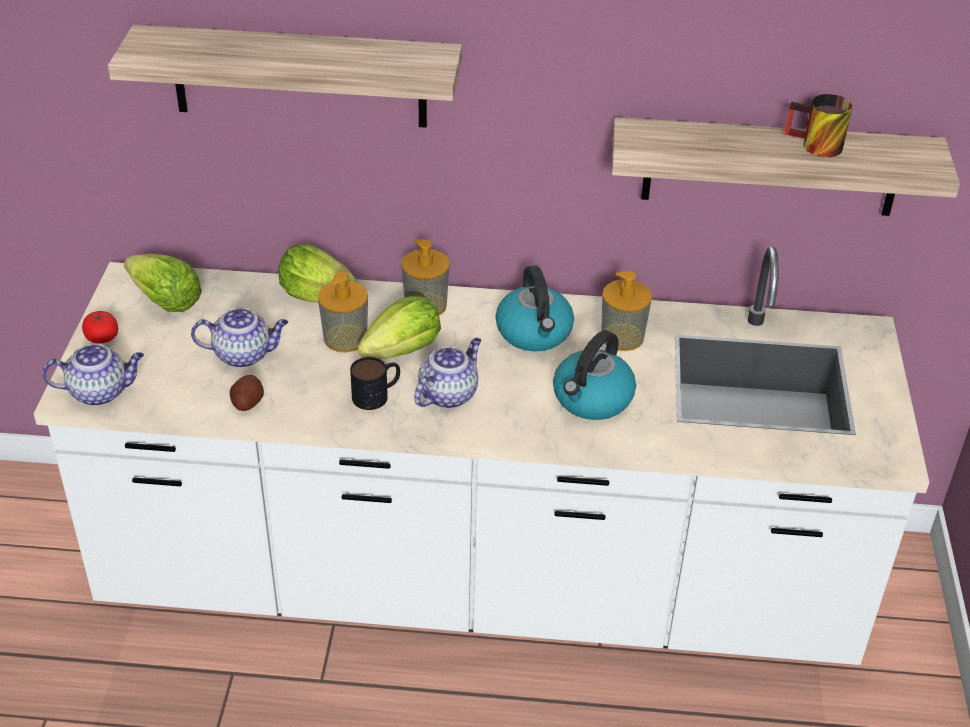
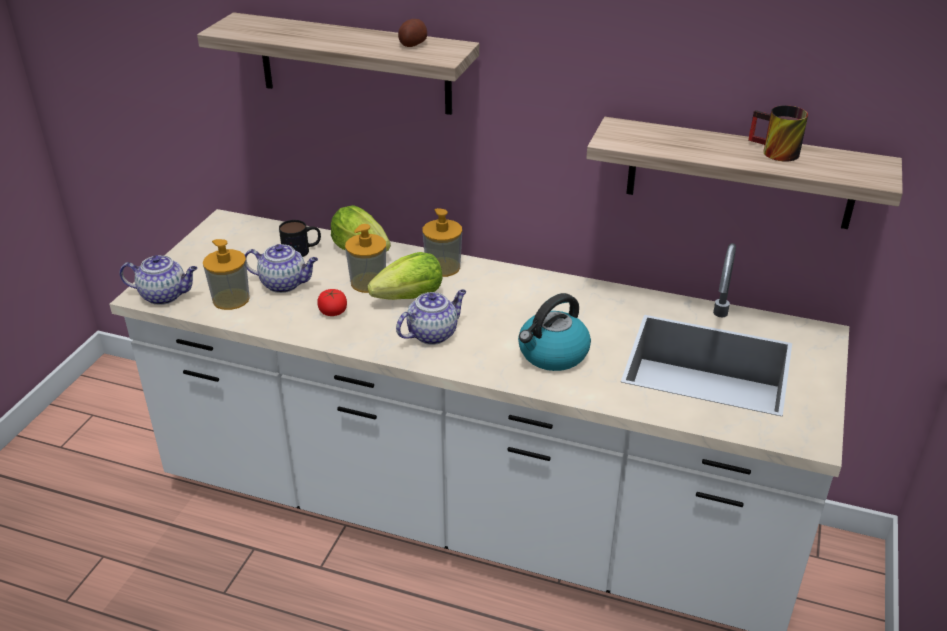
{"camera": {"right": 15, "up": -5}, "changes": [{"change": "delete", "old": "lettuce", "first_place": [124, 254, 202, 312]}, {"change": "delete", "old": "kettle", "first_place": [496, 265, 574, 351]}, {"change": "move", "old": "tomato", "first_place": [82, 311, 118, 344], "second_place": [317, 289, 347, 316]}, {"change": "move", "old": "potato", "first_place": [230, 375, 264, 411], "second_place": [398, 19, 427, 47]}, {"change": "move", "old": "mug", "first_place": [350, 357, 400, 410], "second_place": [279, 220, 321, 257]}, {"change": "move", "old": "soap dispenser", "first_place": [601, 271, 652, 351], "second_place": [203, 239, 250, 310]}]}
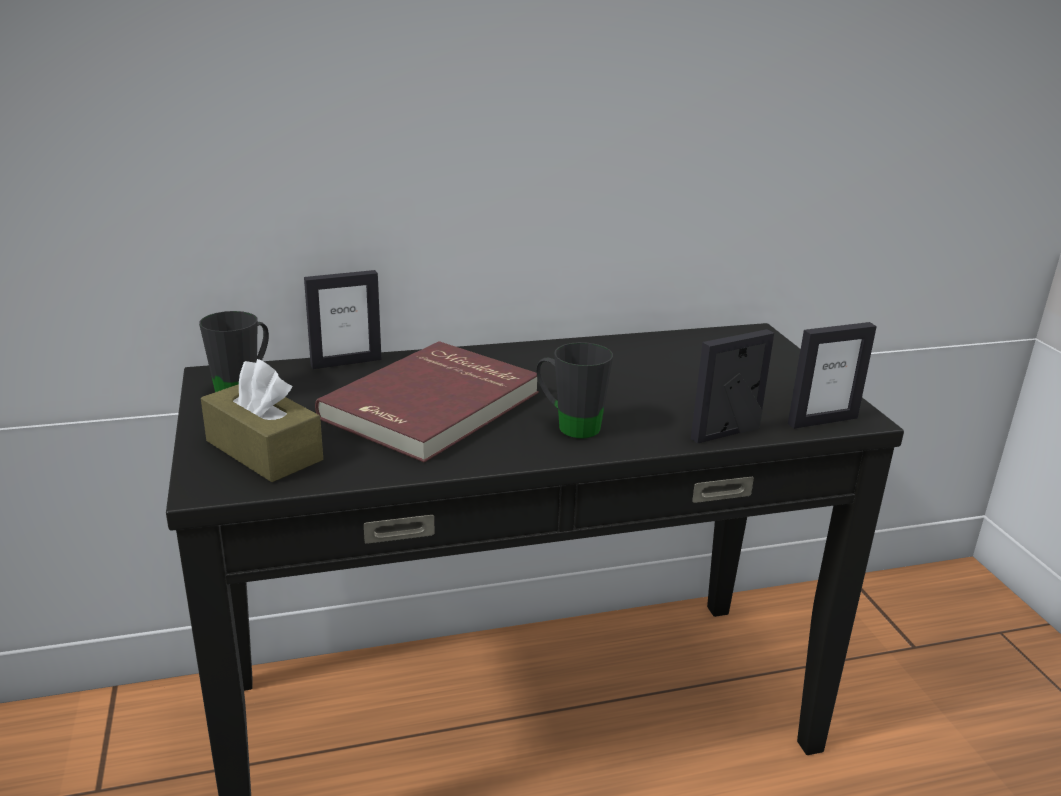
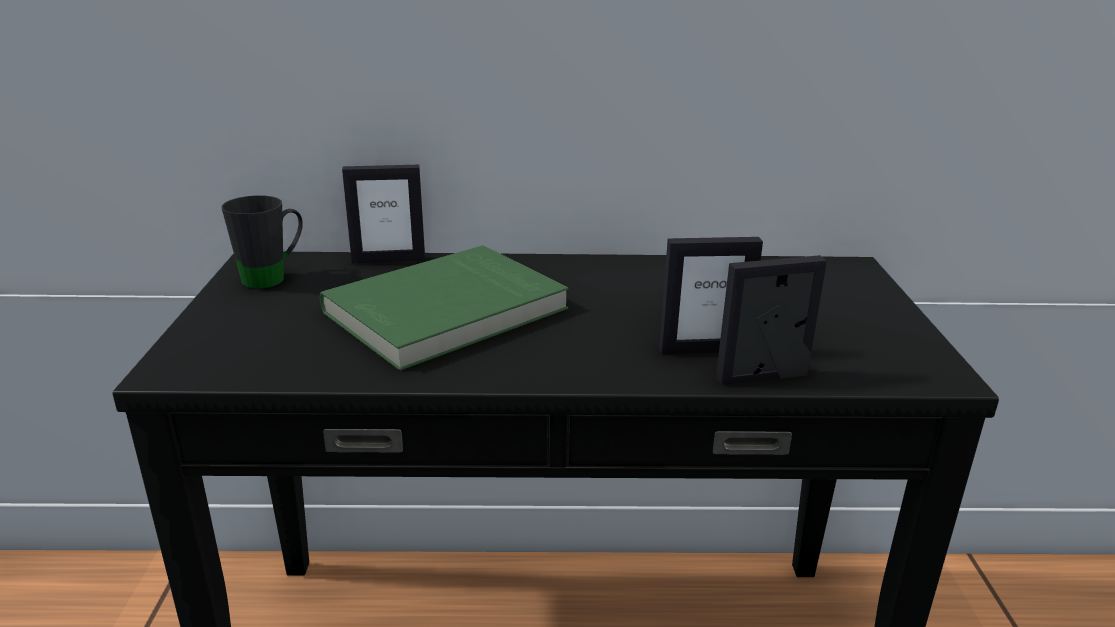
{"camera": {"right": 15, "up": 0}, "changes": [{"change": "delete", "old": "brown tissue box", "first_place": [201, 359, 323, 482]}, {"change": "delete", "old": "black mug", "first_place": [537, 342, 613, 439]}, {"change": "move", "old": "picture frame", "first_place": [788, 322, 877, 429], "second_place": [659, 237, 763, 354]}, {"change": "recolor", "old": "red book", "new": "green book", "first_place": [315, 341, 539, 462], "second_place": [320, 245, 569, 371]}]}
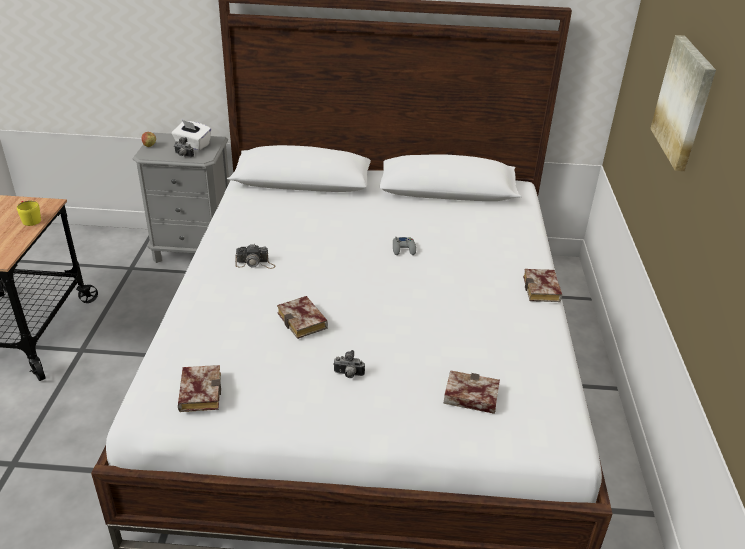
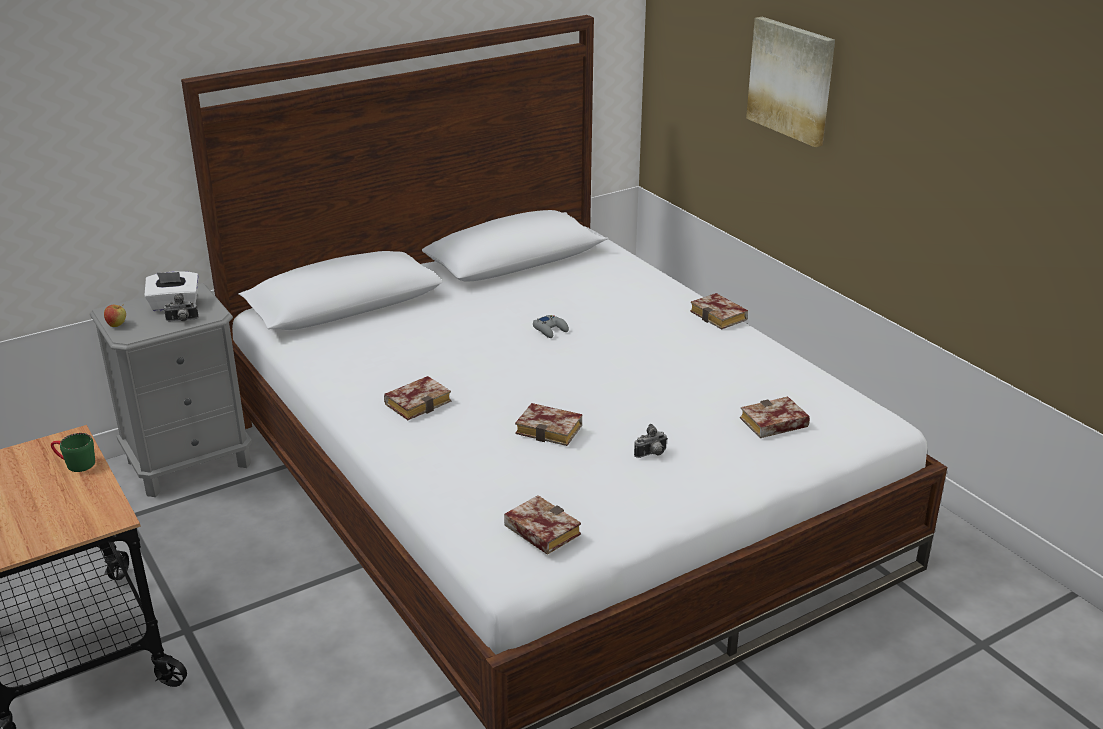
{"camera": {"right": -35, "up": -5}, "changes": [{"change": "replace", "old": "photo camera", "new": "book", "first_place": [235, 244, 275, 269], "second_place": [384, 376, 451, 420]}, {"change": "recolor", "old": "yellow mug", "new": "green mug", "first_place": [17, 200, 41, 226], "second_place": [51, 433, 95, 472]}]}
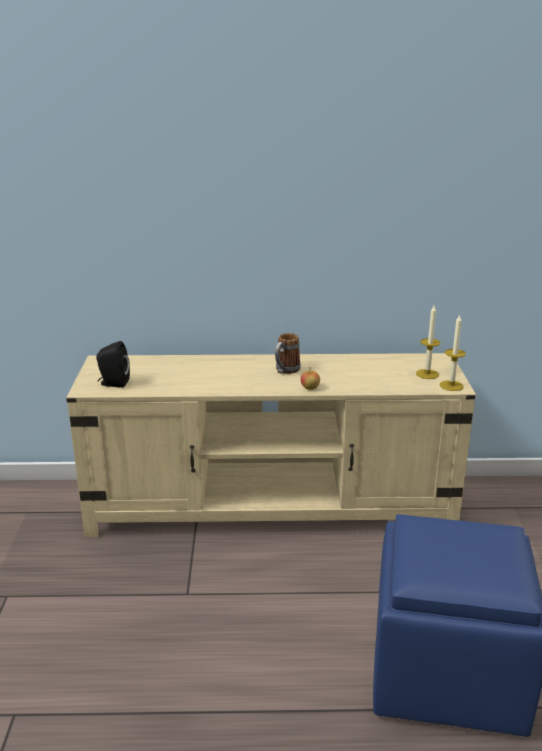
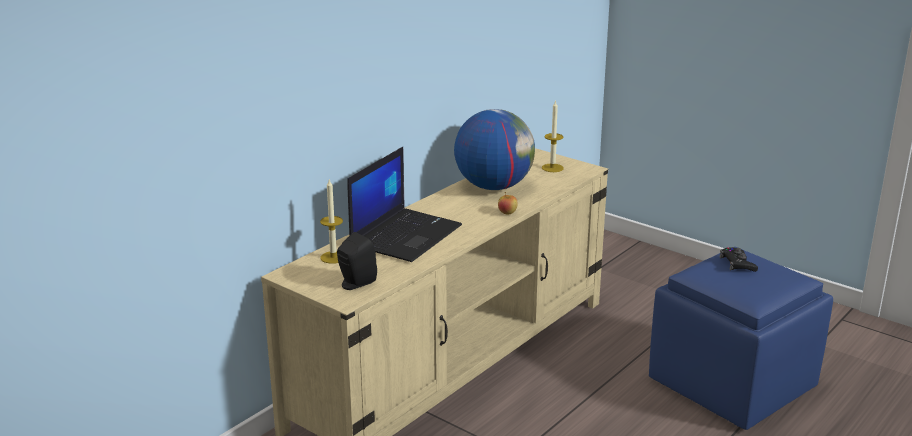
{"camera": {"right": -50, "up": 0}, "changes": [{"change": "delete", "old": "mug", "first_place": [275, 333, 301, 374]}, {"change": "insert", "new": "laptop", "second_place": [347, 147, 462, 262]}, {"change": "insert", "new": "globe", "second_place": [454, 109, 535, 190]}, {"change": "insert", "new": "black game controller", "second_place": [720, 247, 758, 272]}, {"change": "move", "old": "candle", "first_place": [440, 314, 466, 391], "second_place": [320, 179, 343, 264]}]}
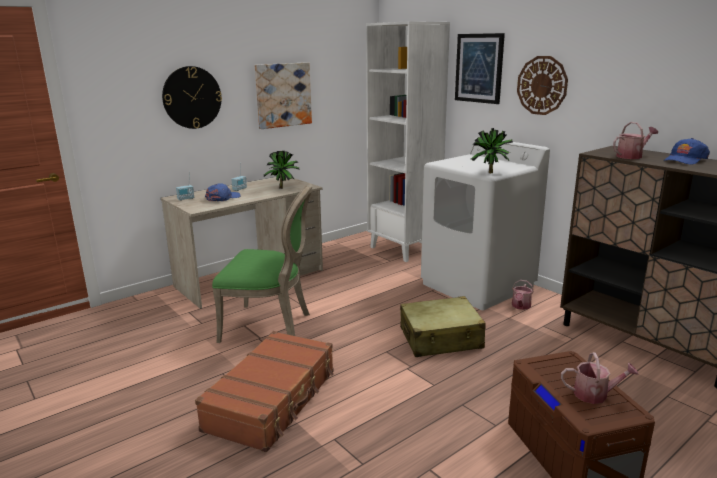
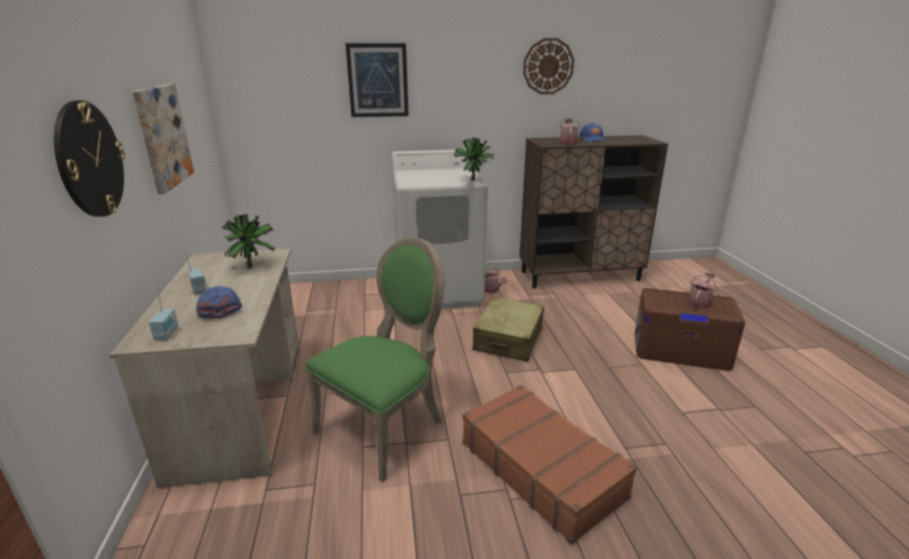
{"camera": {"right": -60, "up": 5}, "changes": [{"change": "delete", "old": "white bookcase", "first_place": [366, 21, 450, 262]}, {"change": "move", "old": "wall clock", "first_place": [517, 56, 568, 115], "second_place": [523, 38, 574, 94]}]}
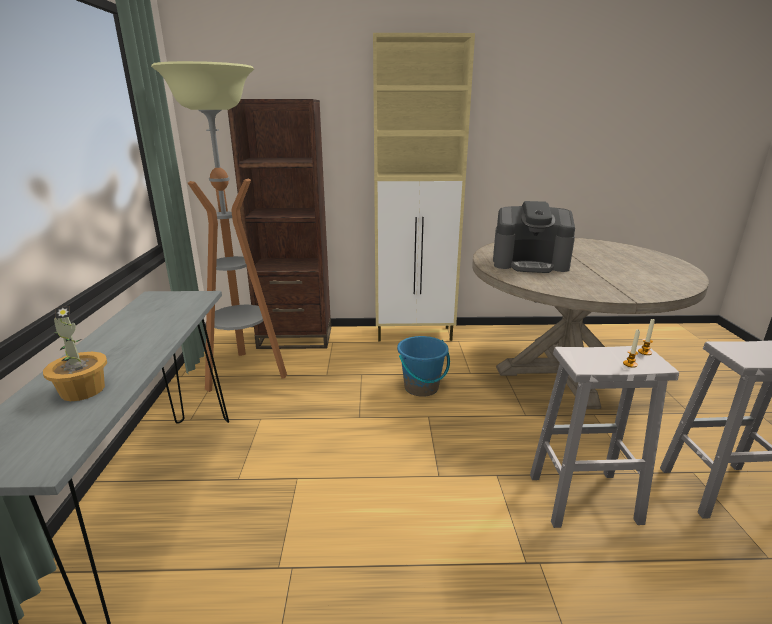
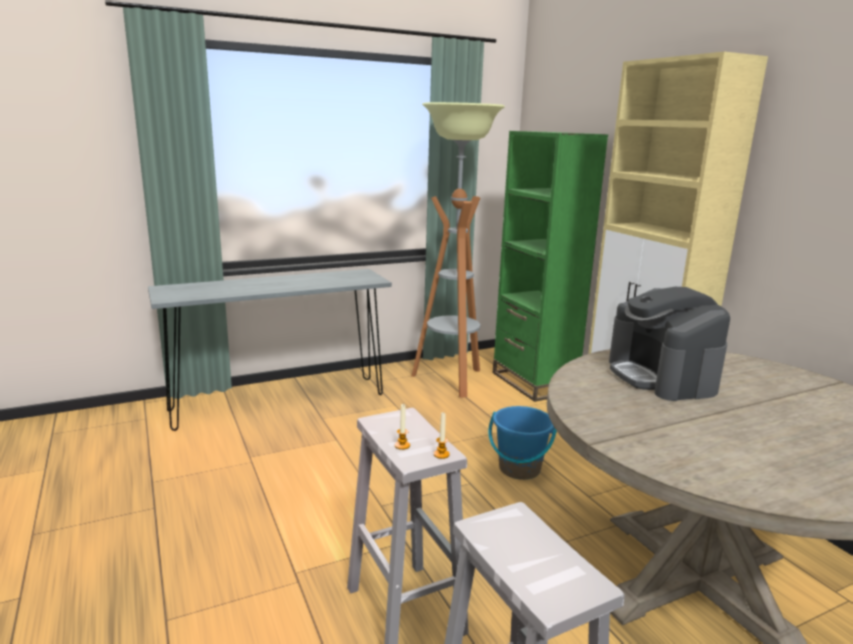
{"camera": {"right": 65, "up": -5}, "changes": [{"change": "delete", "old": "potted plant", "first_place": [43, 306, 107, 401]}, {"change": "recolor", "old": "brown bookcase", "new": "green bookcase", "first_place": [228, 99, 331, 349], "second_place": [493, 131, 608, 402]}]}
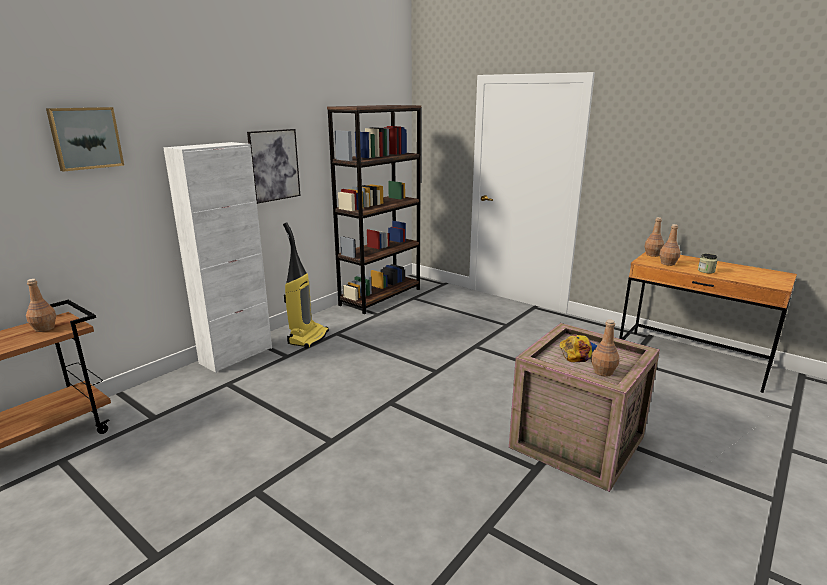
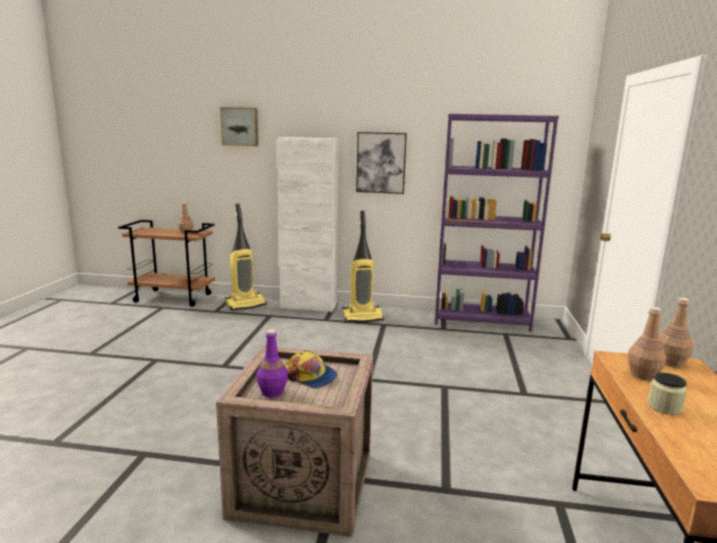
{"camera": {"right": 60, "up": -5}, "changes": [{"change": "insert", "new": "vacuum cleaner", "second_place": [225, 203, 267, 311]}, {"change": "recolor", "old": "brown bookcase", "new": "purple bookcase", "first_place": [327, 105, 421, 314], "second_place": [435, 114, 559, 332]}, {"change": "recolor", "old": "brown bottle", "new": "purple bottle", "first_place": [591, 319, 620, 377], "second_place": [257, 329, 288, 397]}]}
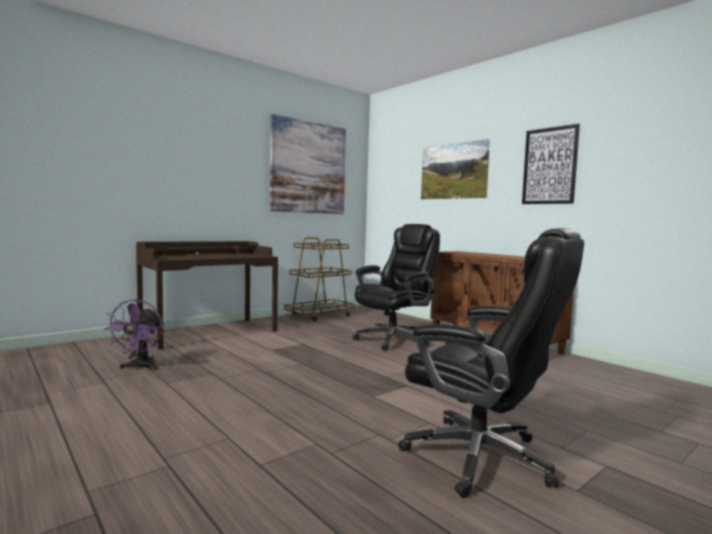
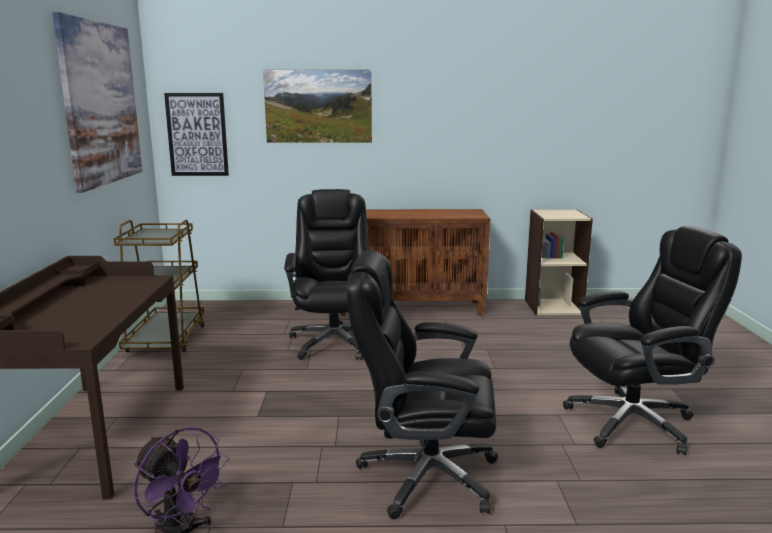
{"camera": {"right": -50, "up": 10}, "changes": [{"change": "insert", "new": "black office chair", "second_place": [346, 250, 498, 519]}, {"change": "insert", "new": "beige bookcase", "second_place": [525, 209, 593, 315]}, {"change": "move", "old": "picture", "first_place": [522, 124, 580, 204], "second_place": [164, 93, 229, 176]}]}
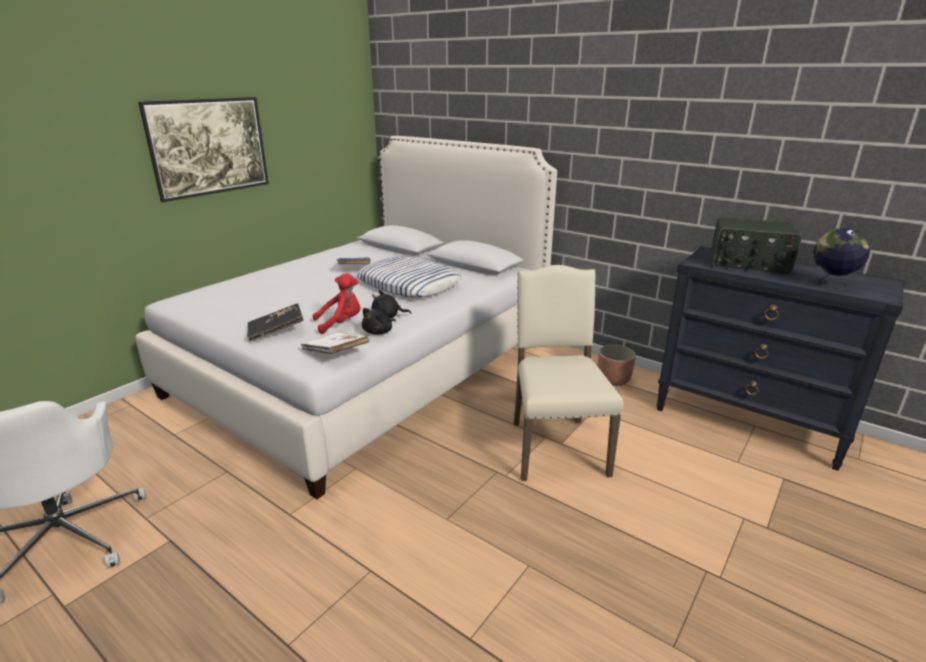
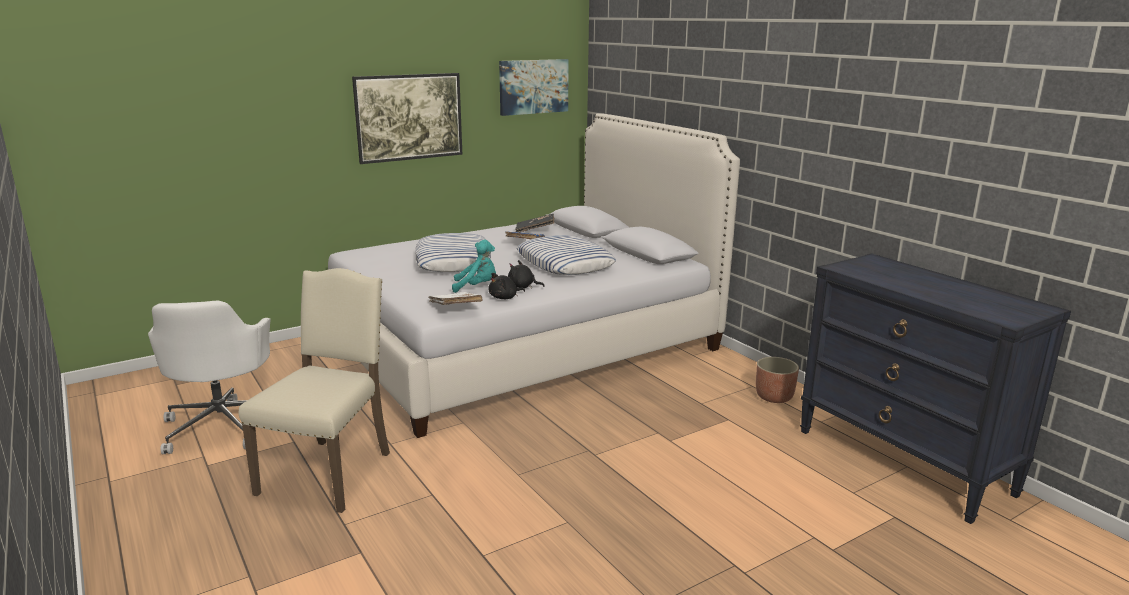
{"camera": {"right": 20, "up": -5}, "changes": [{"change": "delete", "old": "radio", "first_place": [711, 217, 802, 275]}, {"change": "delete", "old": "globe", "first_place": [813, 228, 870, 290]}, {"change": "insert", "new": "pillow", "second_place": [415, 233, 491, 272]}, {"change": "insert", "new": "picture", "second_place": [499, 59, 569, 116]}, {"change": "move", "old": "black book", "first_place": [247, 303, 304, 342], "second_place": [515, 214, 554, 232]}, {"change": "move", "old": "beige chair", "first_place": [514, 265, 624, 481], "second_place": [239, 268, 390, 513]}, {"change": "recolor", "old": "red plush toy", "new": "turquoise plush toy", "first_place": [313, 273, 360, 334], "second_place": [452, 240, 496, 293]}]}
